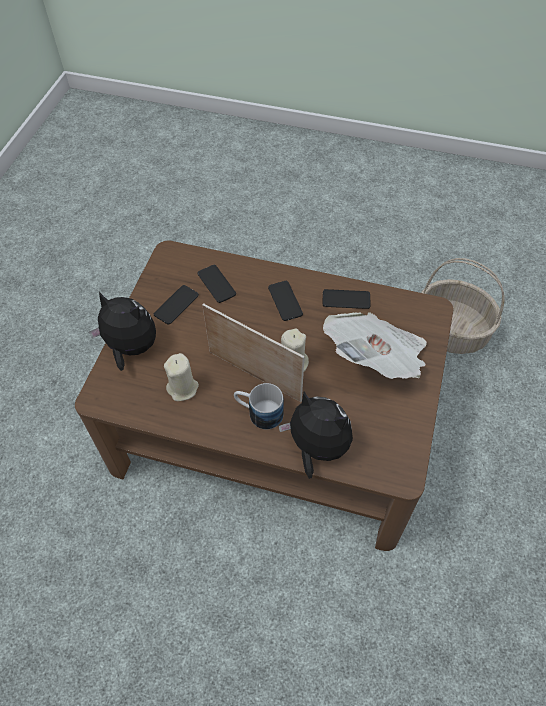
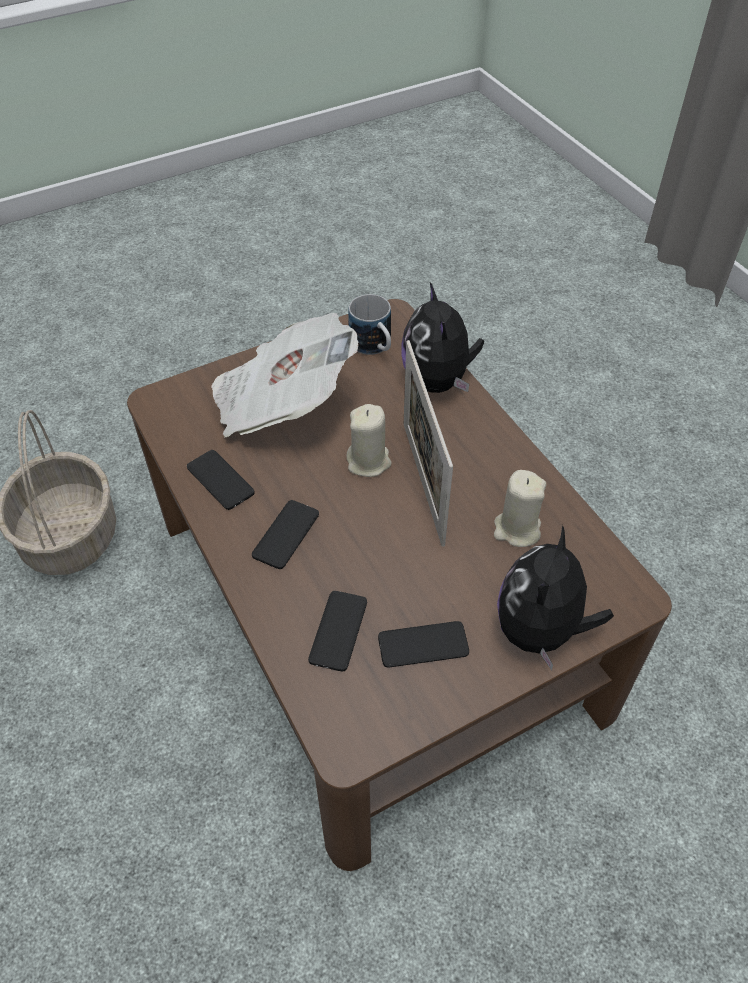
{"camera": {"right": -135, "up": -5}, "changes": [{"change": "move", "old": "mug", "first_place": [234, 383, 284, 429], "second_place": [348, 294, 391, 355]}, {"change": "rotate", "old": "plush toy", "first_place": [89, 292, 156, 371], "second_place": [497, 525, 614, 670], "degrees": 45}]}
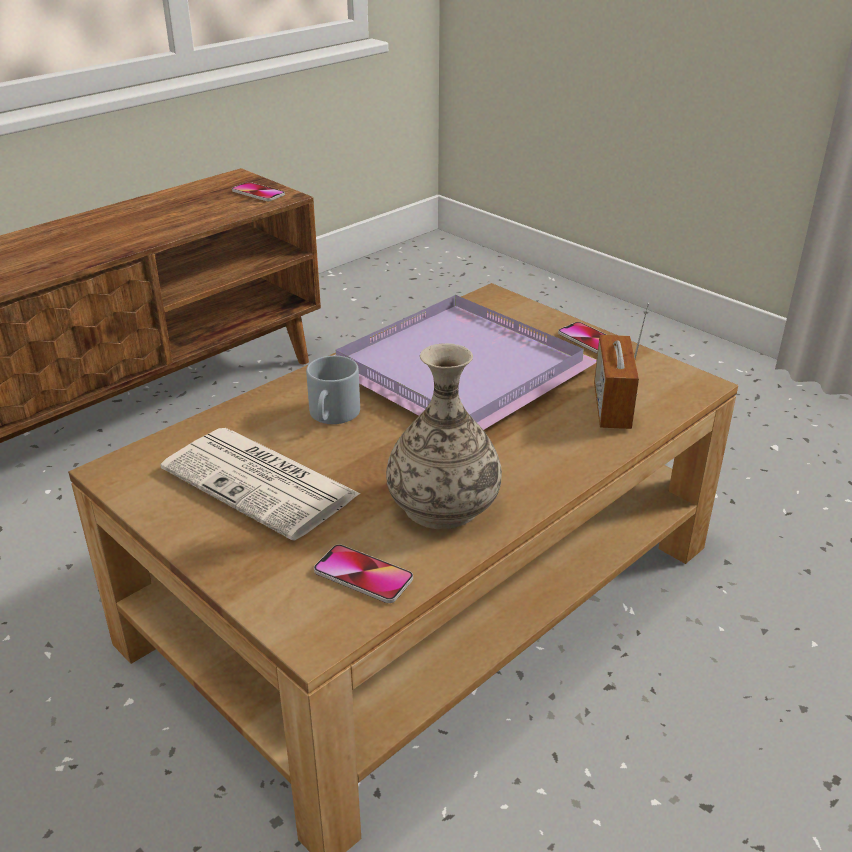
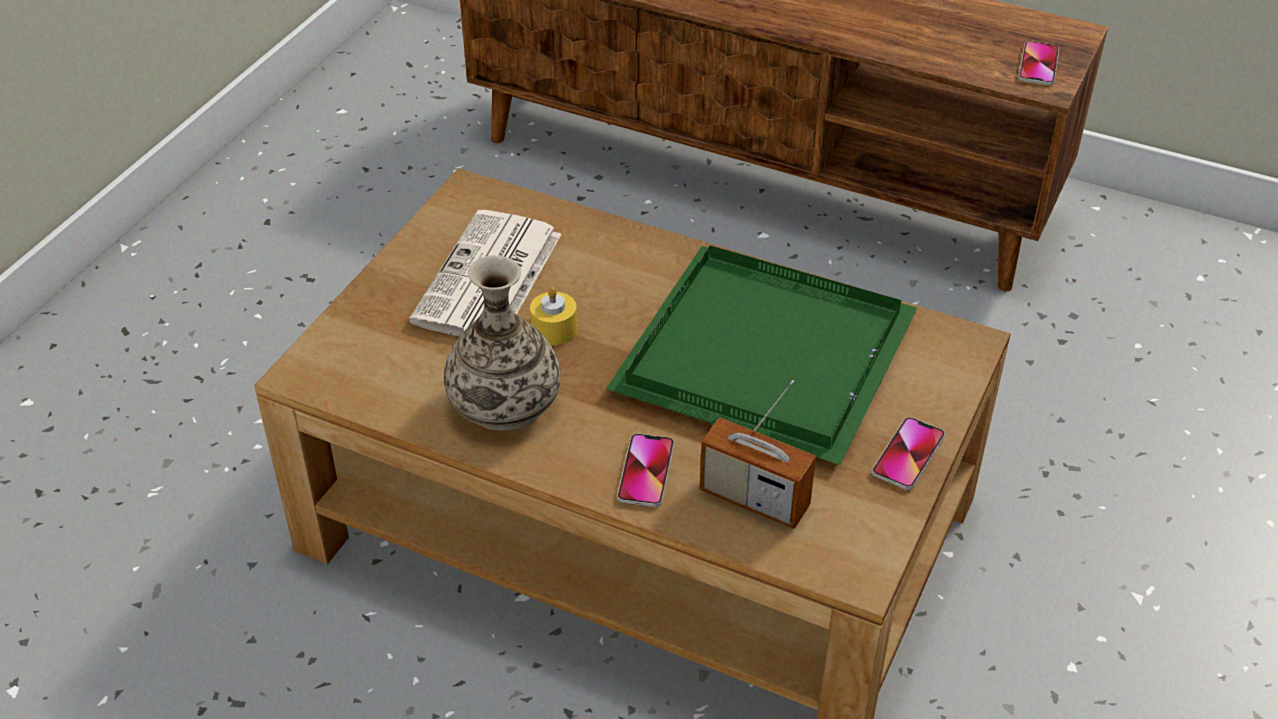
{"camera": {"right": 70, "up": 10}, "changes": [{"change": "delete", "old": "grey mug", "first_place": [306, 356, 360, 424]}, {"change": "insert", "new": "yellow candle", "second_place": [530, 287, 577, 345]}, {"change": "move", "old": "phone", "first_place": [314, 544, 413, 603], "second_place": [617, 433, 674, 507]}, {"change": "recolor", "old": "purple tray", "new": "green tray", "first_place": [333, 295, 597, 430], "second_place": [606, 245, 917, 465]}, {"change": "rotate", "old": "radio", "first_place": [594, 303, 649, 429], "second_place": [700, 380, 816, 529], "degrees": -135}]}
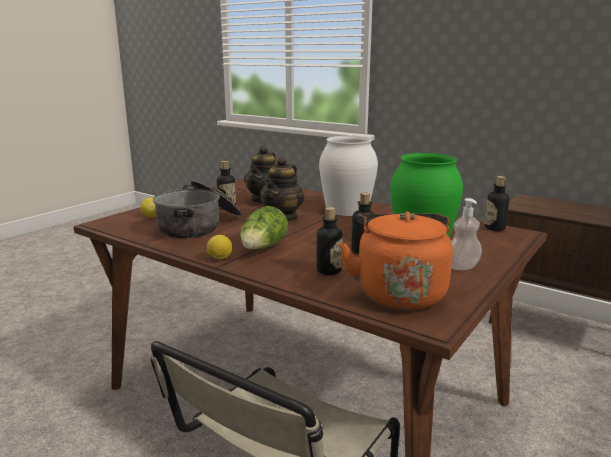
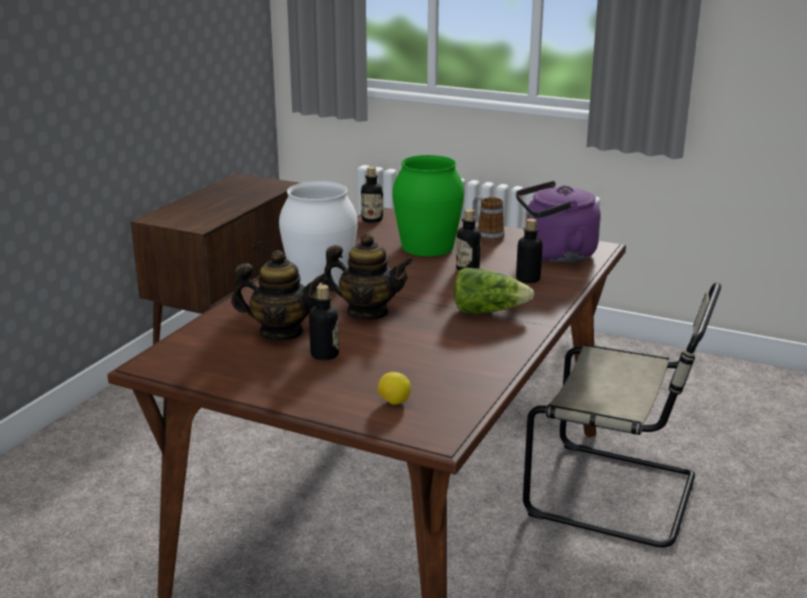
{"camera": {"right": -100, "up": 5}, "changes": [{"change": "delete", "old": "cooking pot", "first_place": [153, 181, 242, 239]}, {"change": "delete", "old": "lemon", "first_place": [207, 235, 232, 259]}, {"change": "replace", "old": "soap dispenser", "new": "mug", "first_place": [451, 198, 482, 270], "second_place": [472, 196, 505, 241]}, {"change": "recolor", "old": "orange kettle", "new": "purple kettle", "first_place": [339, 212, 453, 310], "second_place": [516, 181, 601, 263]}]}
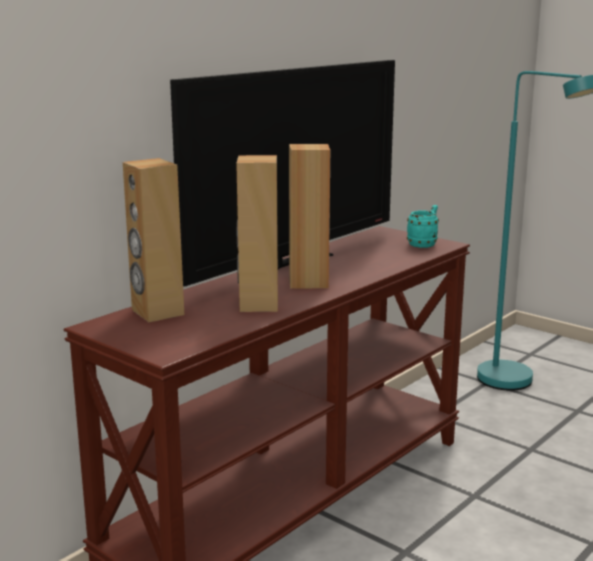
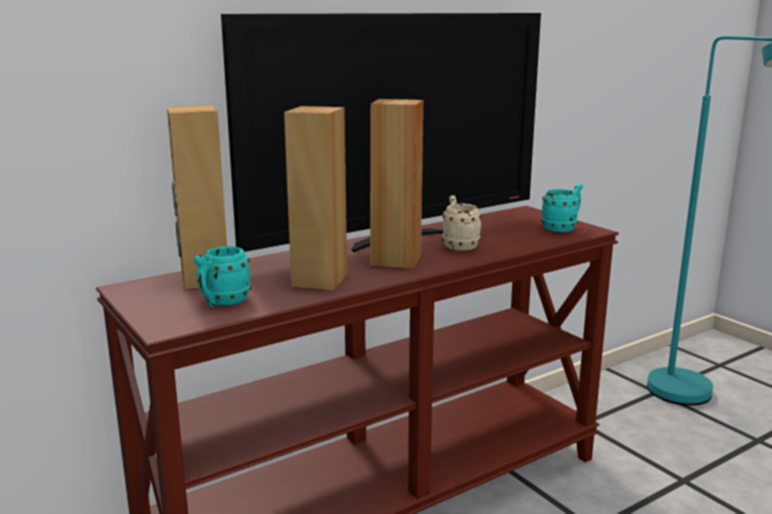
{"camera": {"right": 15, "up": 0}, "changes": [{"change": "insert", "new": "turquoise mug", "second_place": [194, 246, 251, 308]}, {"change": "insert", "new": "beige mug", "second_place": [442, 195, 482, 251]}]}
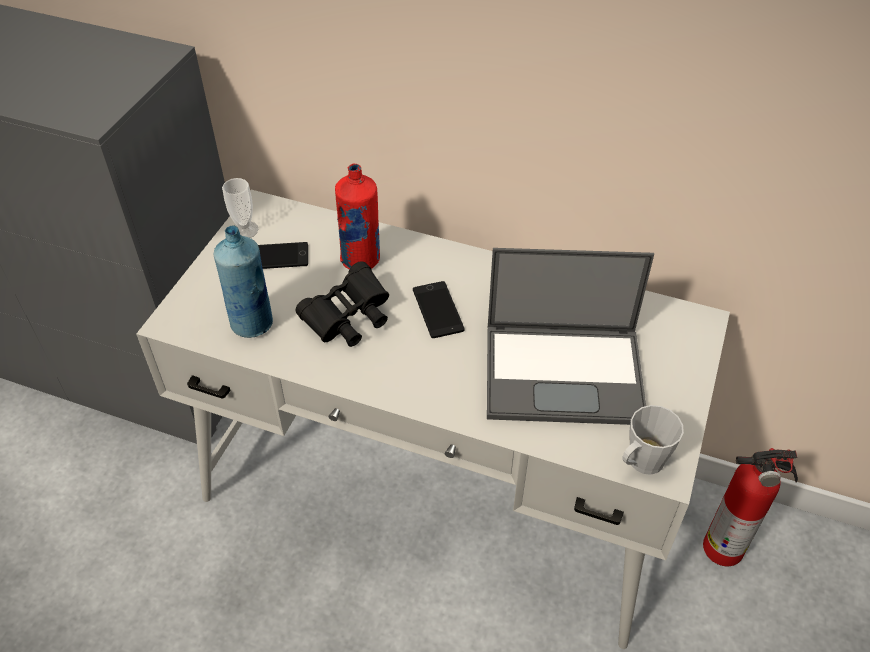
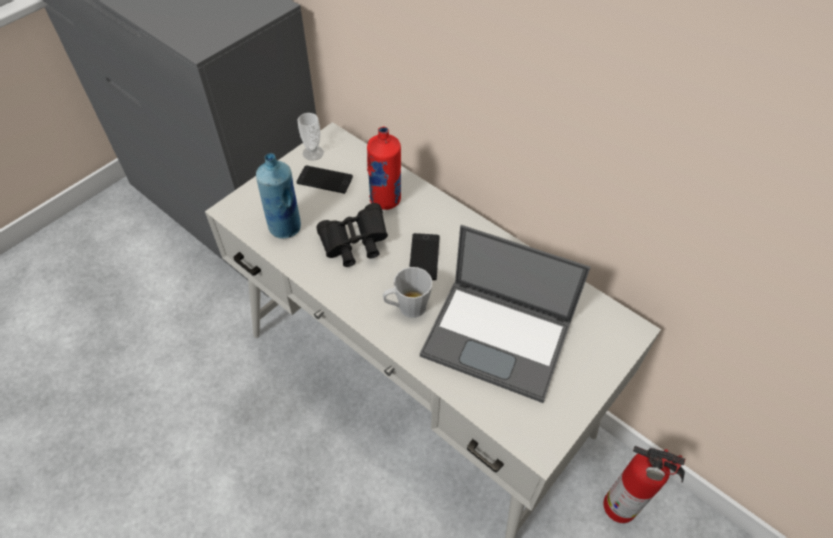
{"camera": {"right": 20, "up": 5}, "changes": [{"change": "move", "old": "grey mug", "first_place": [622, 405, 684, 475], "second_place": [383, 267, 432, 318]}]}
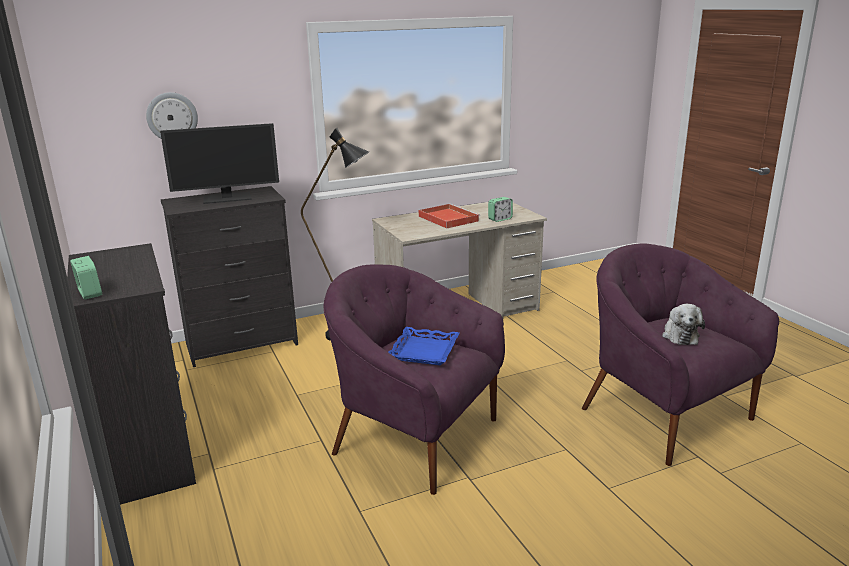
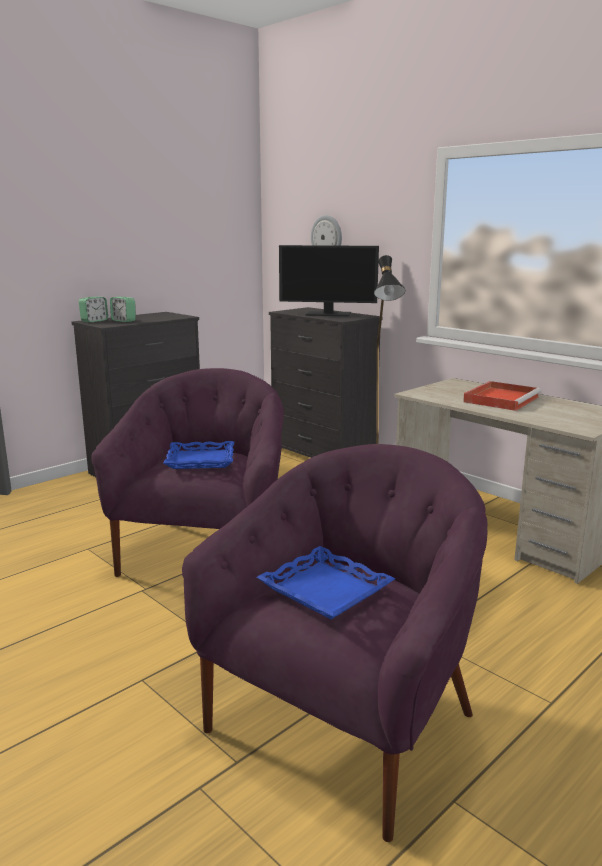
{"camera": {"right": 70, "up": -5}, "changes": [{"change": "move", "old": "alarm clock", "first_place": [488, 197, 513, 222], "second_place": [110, 297, 136, 322]}, {"change": "replace", "old": "plush toy", "new": "blue tray", "first_place": [662, 304, 705, 345], "second_place": [257, 546, 395, 619]}, {"change": "rotate", "old": "monitor", "first_place": [160, 123, 279, 204], "second_place": [279, 245, 379, 316], "degrees": -45}]}
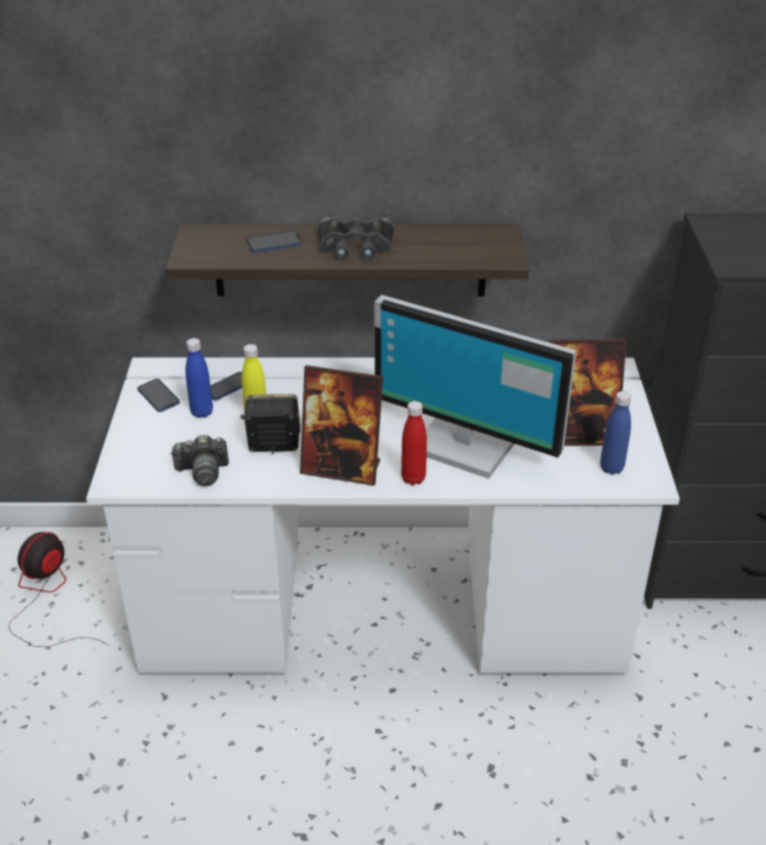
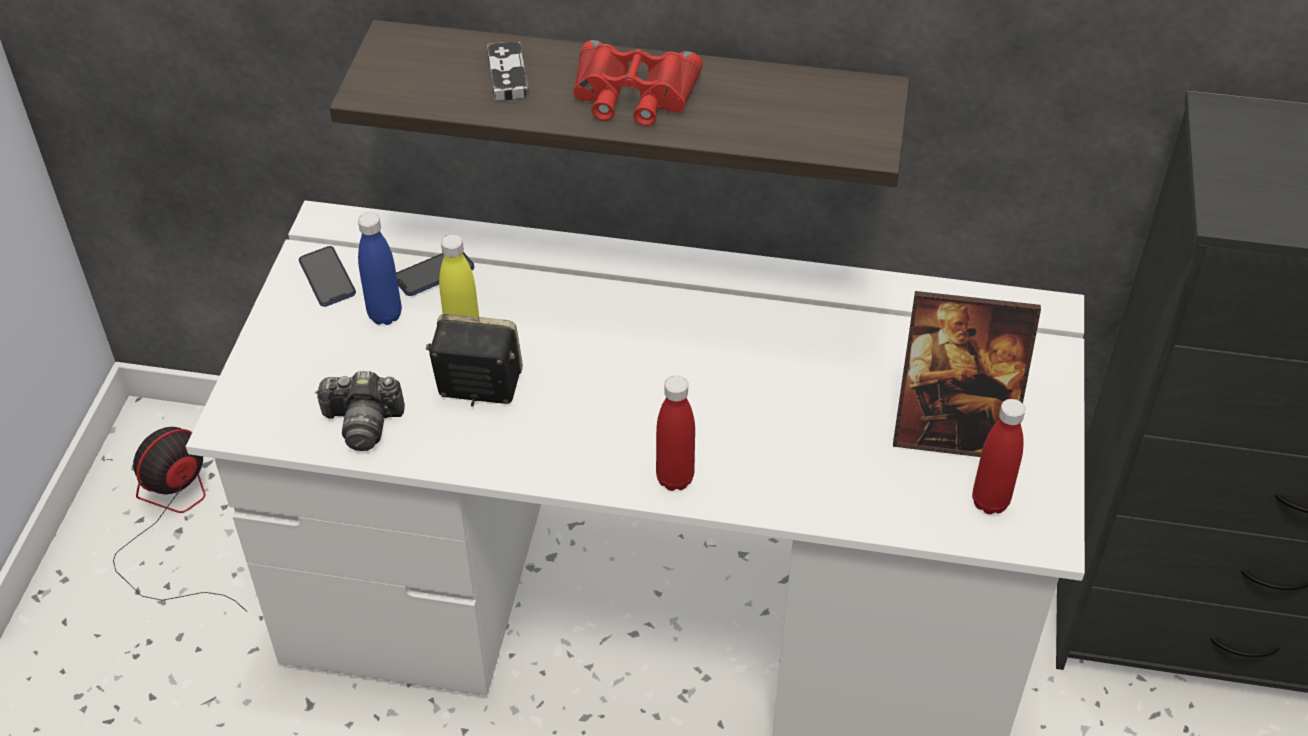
{"camera": {"right": 10, "up": 10}, "changes": [{"change": "delete", "old": "picture frame", "first_place": [300, 365, 383, 486]}, {"change": "delete", "old": "monitor", "first_place": [374, 295, 576, 479]}, {"change": "replace", "old": "phone", "new": "game controller", "first_place": [246, 230, 303, 253], "second_place": [487, 41, 529, 101]}, {"change": "recolor", "old": "black binoculars", "new": "red binoculars", "first_place": [318, 217, 395, 260], "second_place": [573, 40, 703, 126]}, {"change": "recolor", "old": "blue bottle", "new": "red bottle", "first_place": [600, 391, 631, 475], "second_place": [972, 399, 1025, 514]}]}
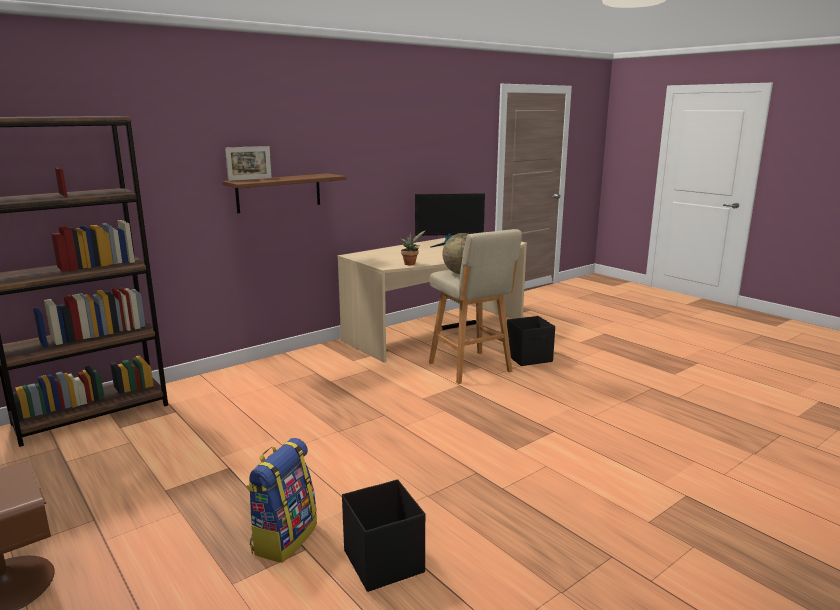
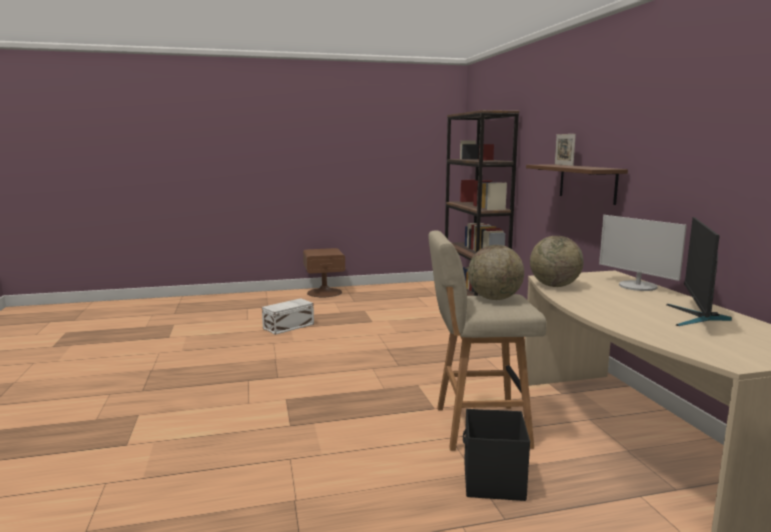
{"camera": {"right": 115, "up": -5}, "changes": [{"change": "delete", "old": "black storage box", "first_place": [342, 479, 425, 592]}, {"change": "insert", "new": "monitor", "second_place": [599, 215, 687, 291]}, {"change": "replace", "old": "backpack", "new": "white storage box", "first_place": [247, 438, 317, 563], "second_place": [262, 298, 314, 335]}, {"change": "replace", "old": "potted plant", "new": "globe", "first_place": [398, 230, 426, 265], "second_place": [530, 236, 584, 287]}]}
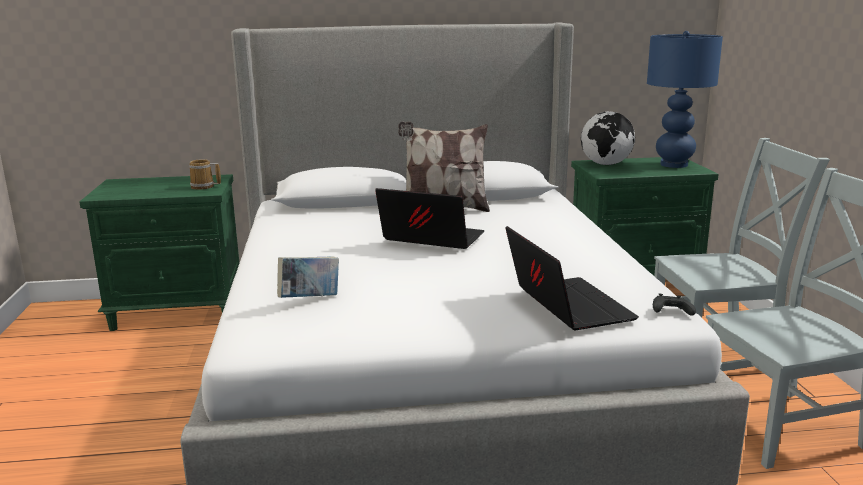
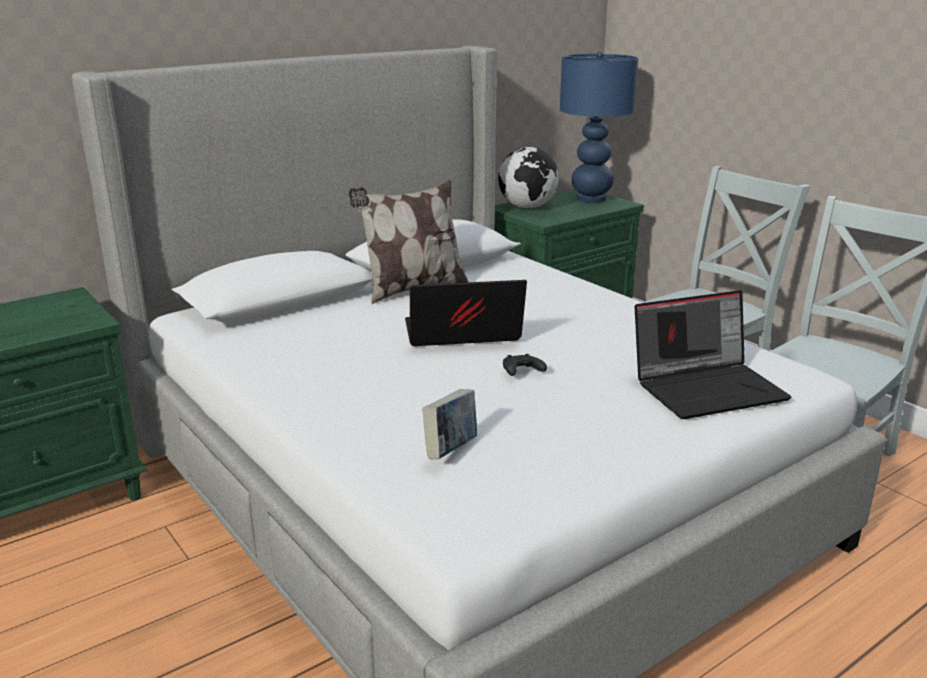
{"camera": {"right": -30, "up": 5}, "changes": [{"change": "delete", "old": "mug", "first_place": [189, 159, 221, 190]}, {"change": "move", "old": "black game controller", "first_place": [653, 294, 696, 316], "second_place": [503, 354, 547, 376]}, {"change": "rotate", "old": "laptop", "first_place": [505, 226, 639, 331], "second_place": [635, 290, 791, 419], "degrees": 120}]}
